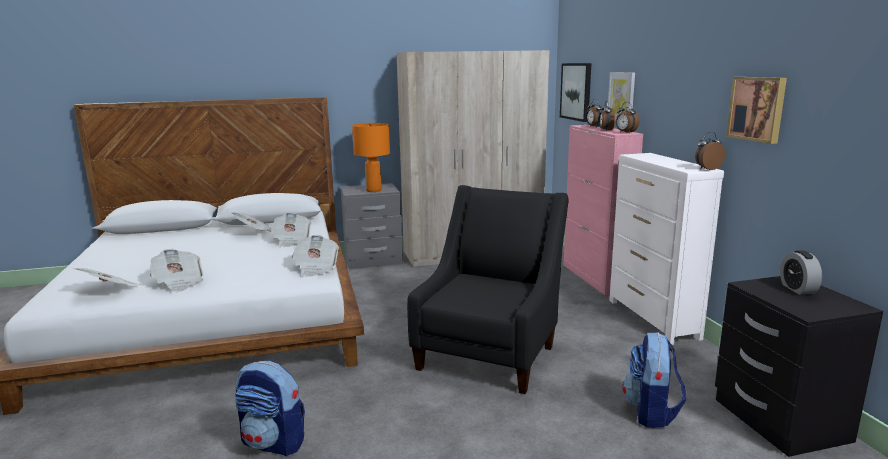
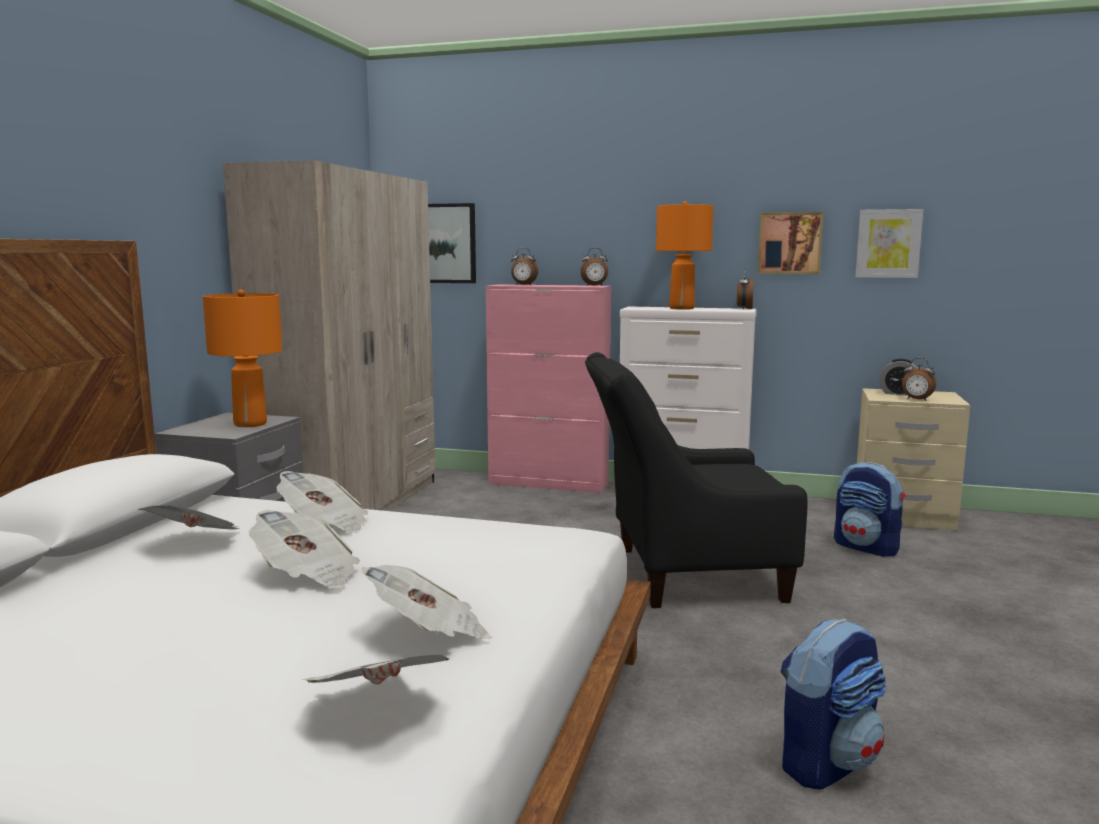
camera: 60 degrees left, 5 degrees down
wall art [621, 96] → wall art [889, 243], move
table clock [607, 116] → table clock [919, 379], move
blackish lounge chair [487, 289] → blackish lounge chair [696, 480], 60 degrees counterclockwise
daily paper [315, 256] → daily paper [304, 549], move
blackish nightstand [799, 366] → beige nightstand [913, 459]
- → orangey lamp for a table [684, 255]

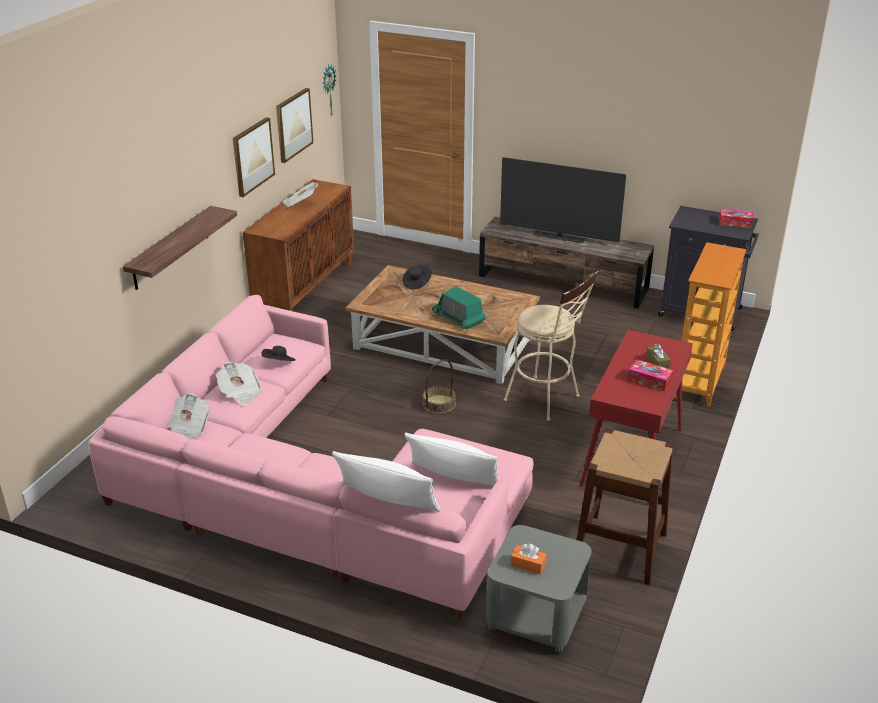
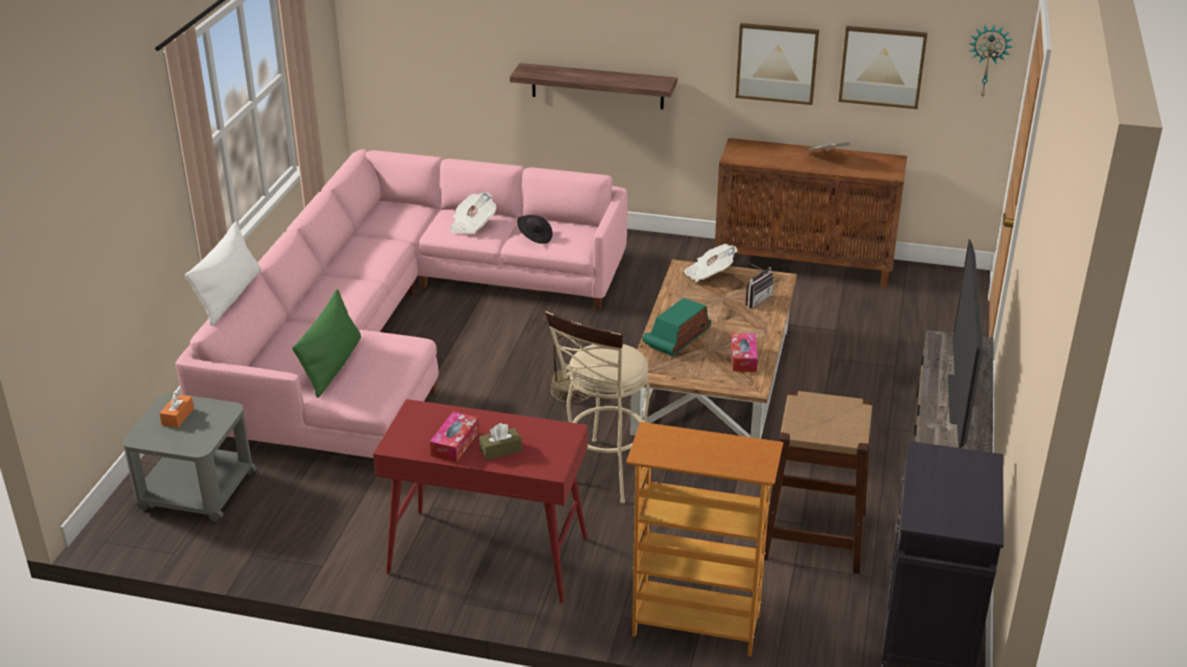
camera: 80 degrees right, 0 degrees up
box of tissues [736, 218] → box of tissues [744, 352], move
blackish wearable hat [417, 277] → radio receiver [760, 285]
daily paper [188, 416] → daily paper [710, 263], move
brown-coloured stool seat [625, 507] → brown-coloured stool seat [818, 482], move
white-coloured pillow [452, 459] → green pillow [326, 343]

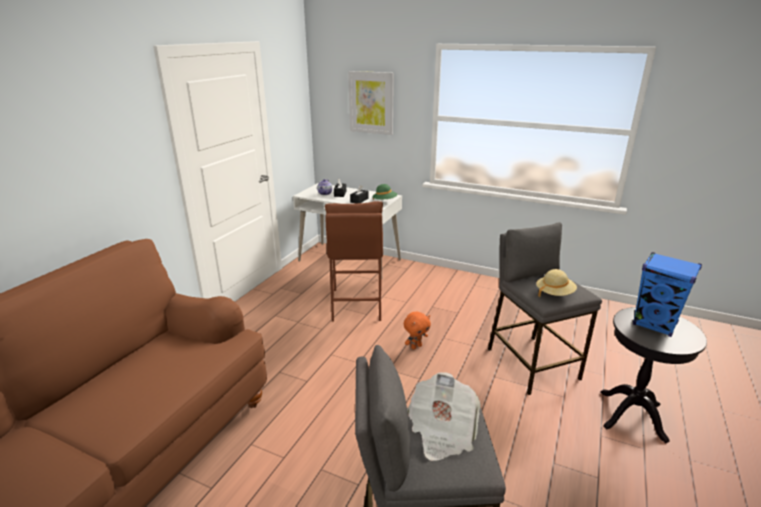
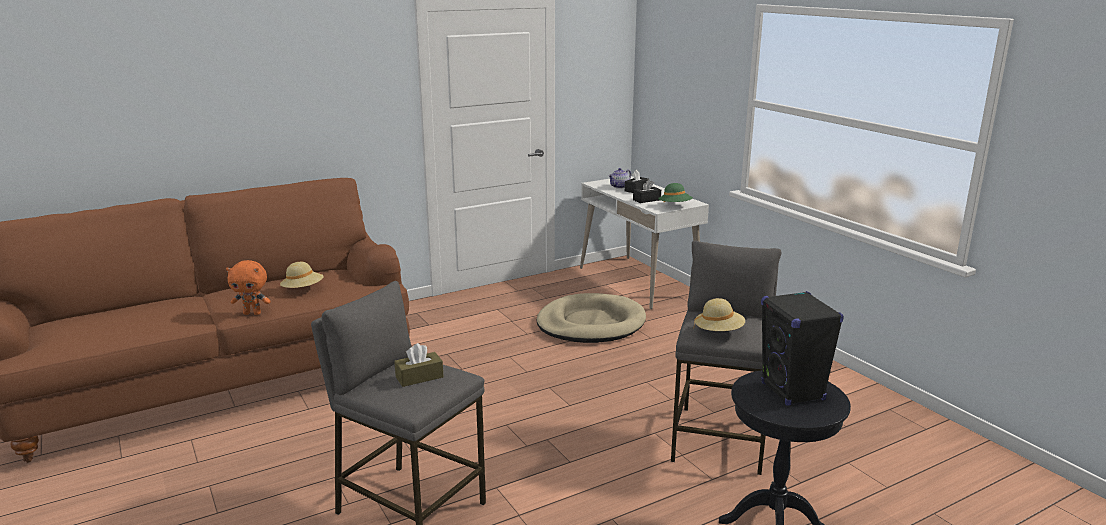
camera: 35 degrees right, 5 degrees down
wall art [371, 103] → -
brown-coloured stool seat [354, 261] → beige dog bed [591, 318]
blue loudspeaker [667, 294] → blackish loudspeaker [802, 348]
orangey cuddly toy [417, 330] → orangey cuddly toy [248, 287], move
daily paper [444, 416] → brown-coloured box of tissues [418, 365]
- → beige wearable hat [302, 275]

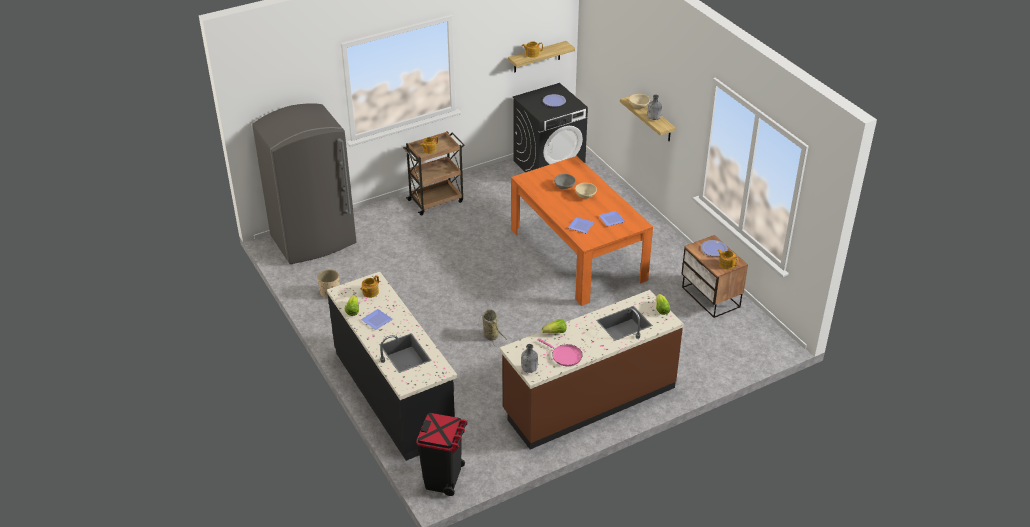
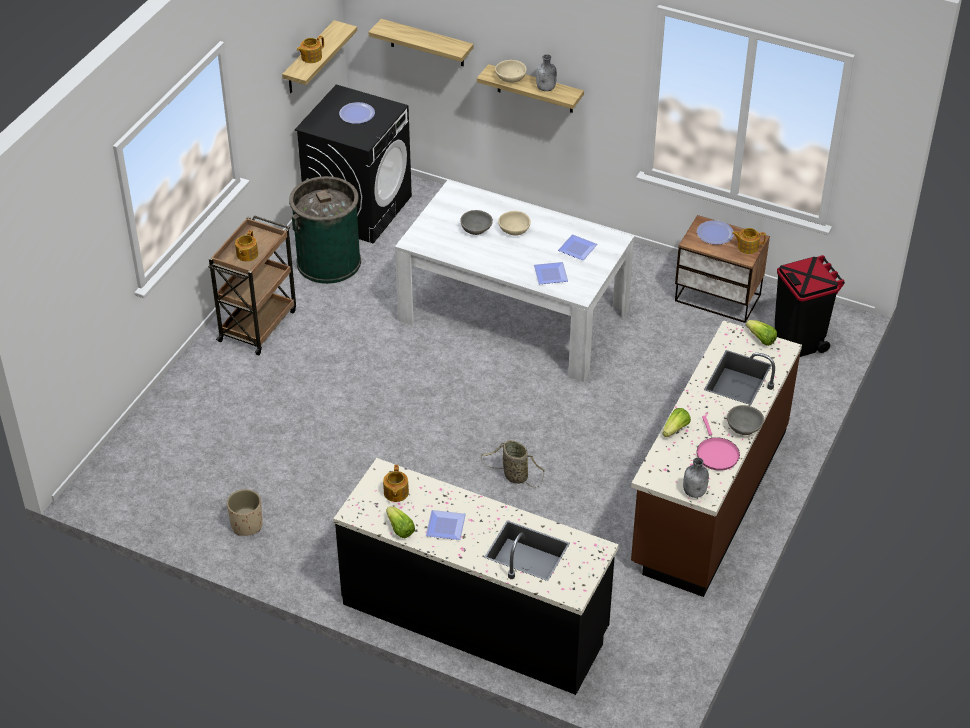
camera: 35 degrees left, 5 degrees up
greyish fridge [304, 183] → -
orangey kitchen table [582, 231] → white-coloured kitchen table [514, 281]
pinkish skillet [560, 352] → pinkish skillet [718, 443], 75 degrees clockwise
blackish rubbish bin [442, 454] → blackish rubbish bin [810, 306], move
- → wall shelf [421, 42]
- → green rubbish bin [325, 230]
- → greyish serving bowl [745, 420]

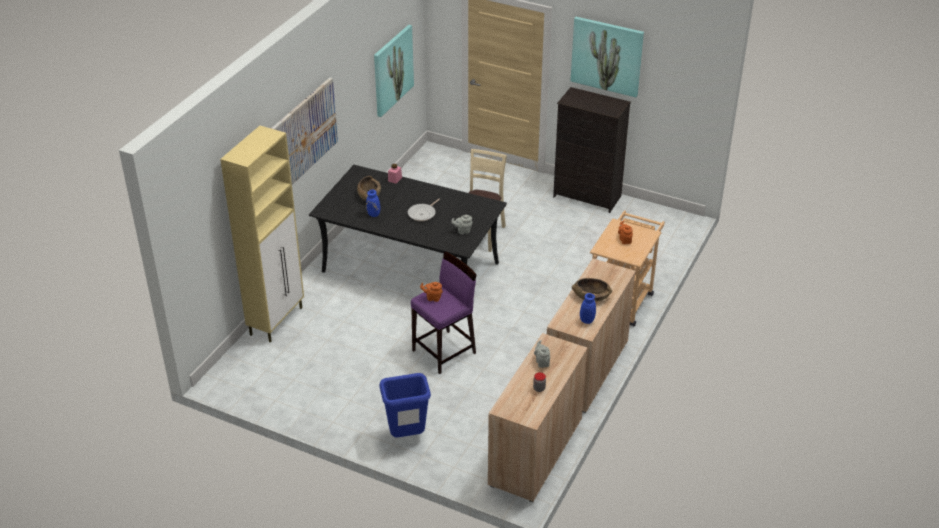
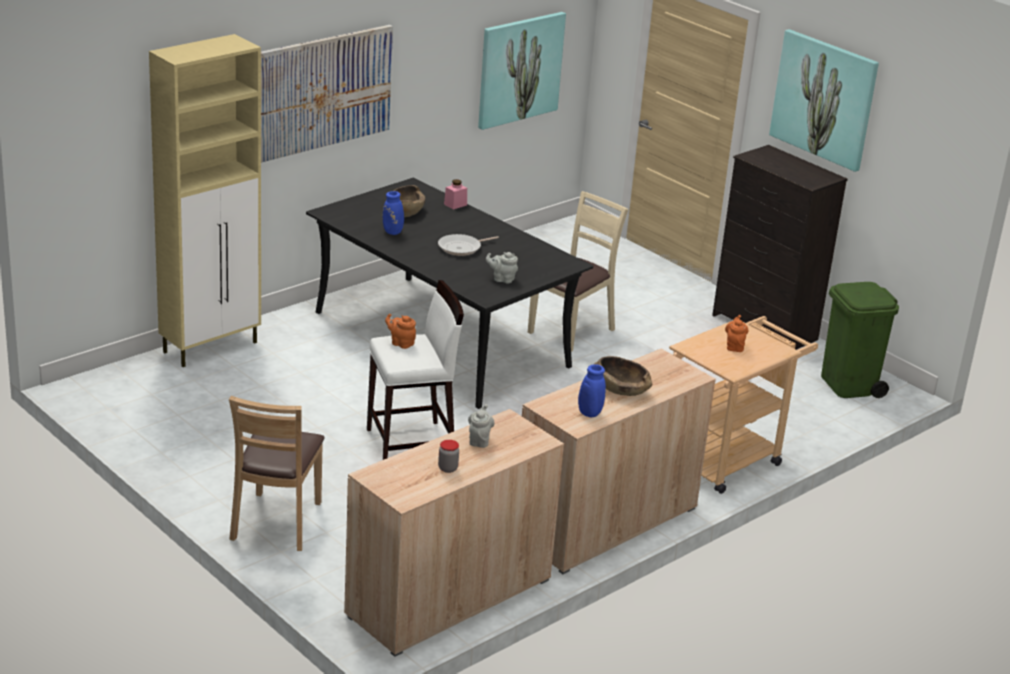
camera: 20 degrees right, 10 degrees down
purple stool seat [444, 313] → white-coloured stool seat [415, 370]
blue rubbish bin [405, 405] → brown-coloured upright chair [277, 473]
- → green rubbish bin [860, 340]

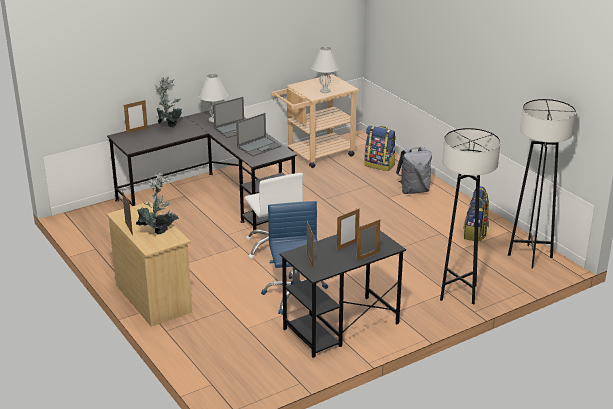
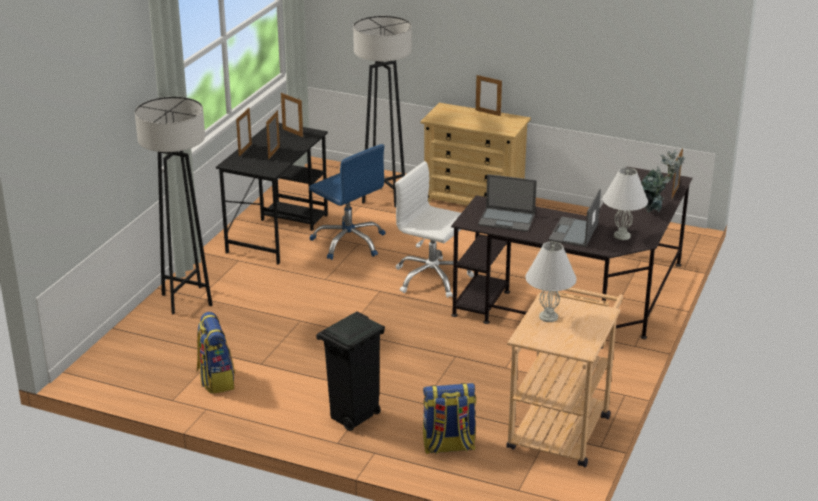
camera: 145 degrees right, 0 degrees up
greyish floor lamp [542, 184] → greyish floor lamp [382, 112], move
portable computer [259, 134] → portable computer [507, 203], 90 degrees counterclockwise
greyish rucksack [414, 170] → blackish rubbish bin [350, 371]
plant in a pot [157, 203] → -

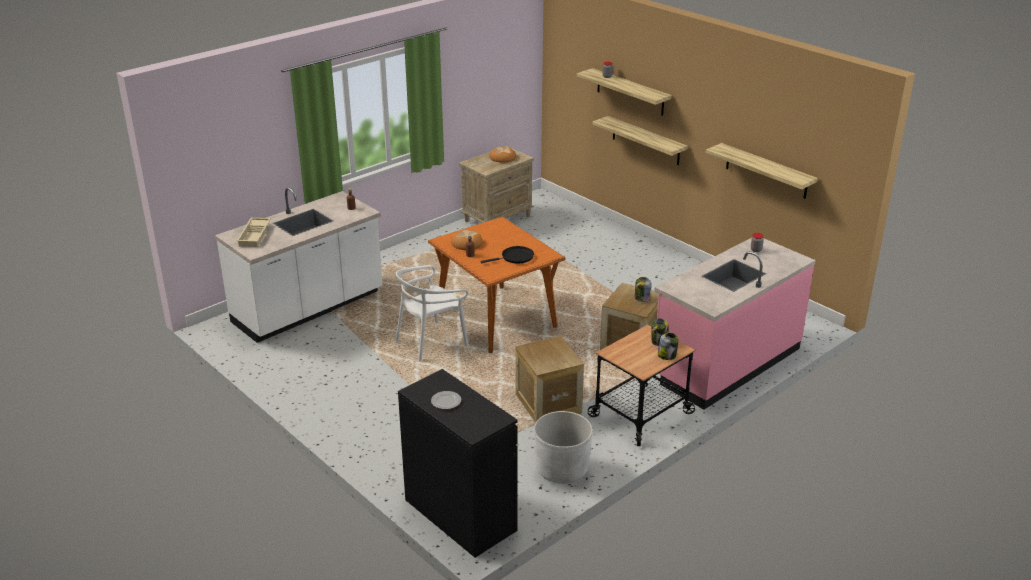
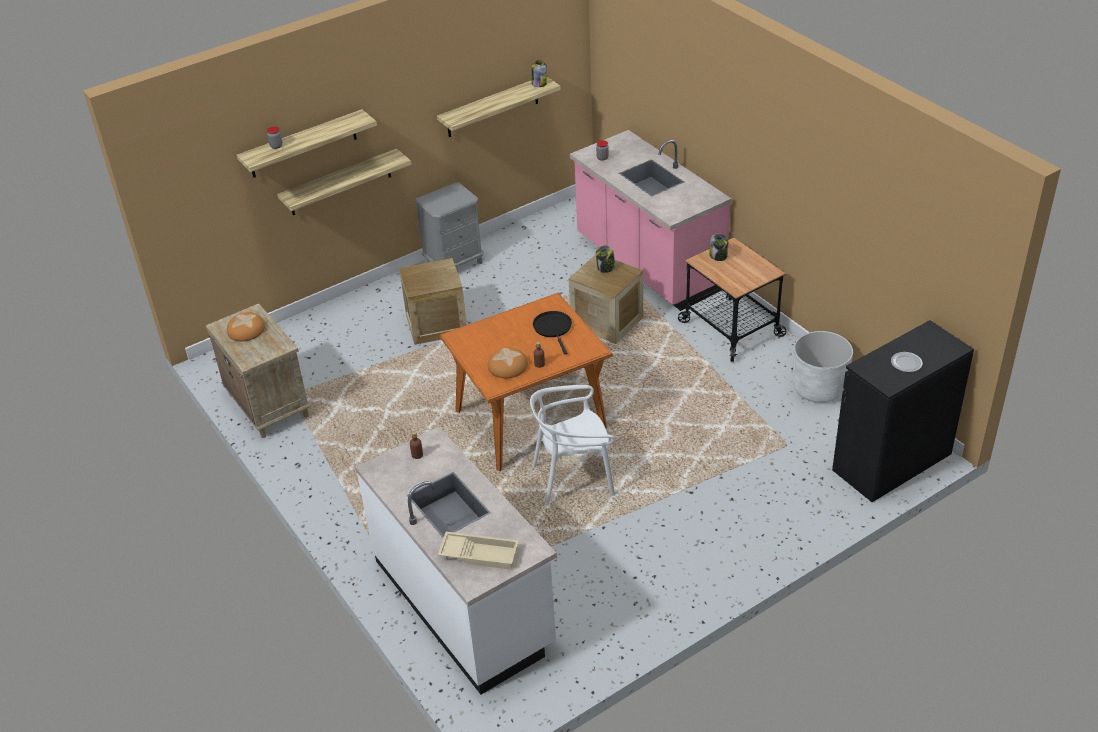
camera: 80 degrees left, 10 degrees up
white-coloured upright chair [432, 313] → white-coloured upright chair [572, 445], 105 degrees clockwise
jar [668, 346] → jar [539, 73], move
packing crate [549, 379] → packing crate [433, 301], move
- → greyish nightstand [449, 224]

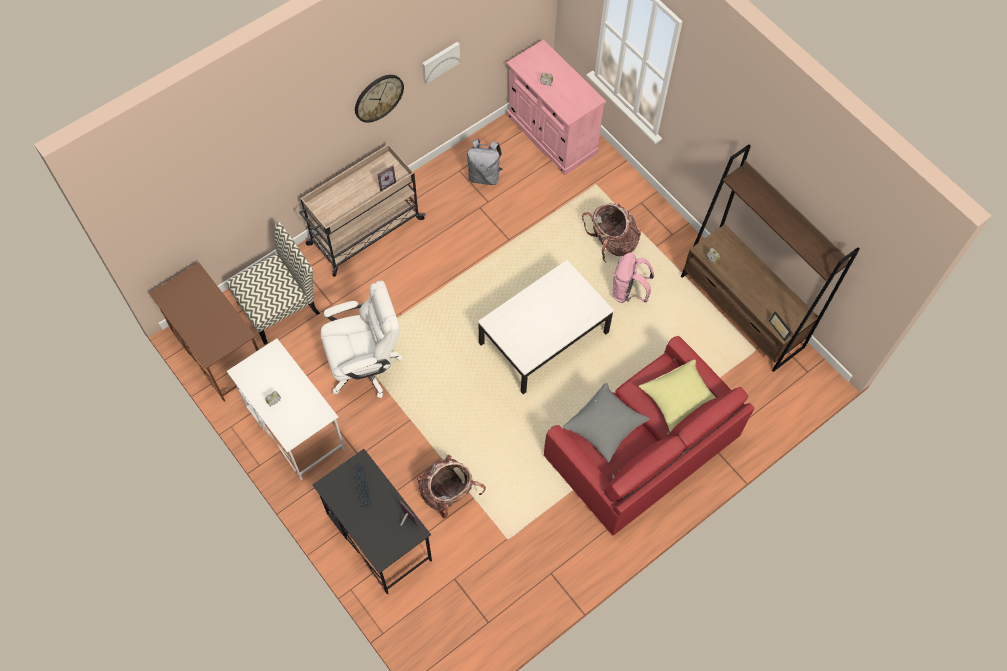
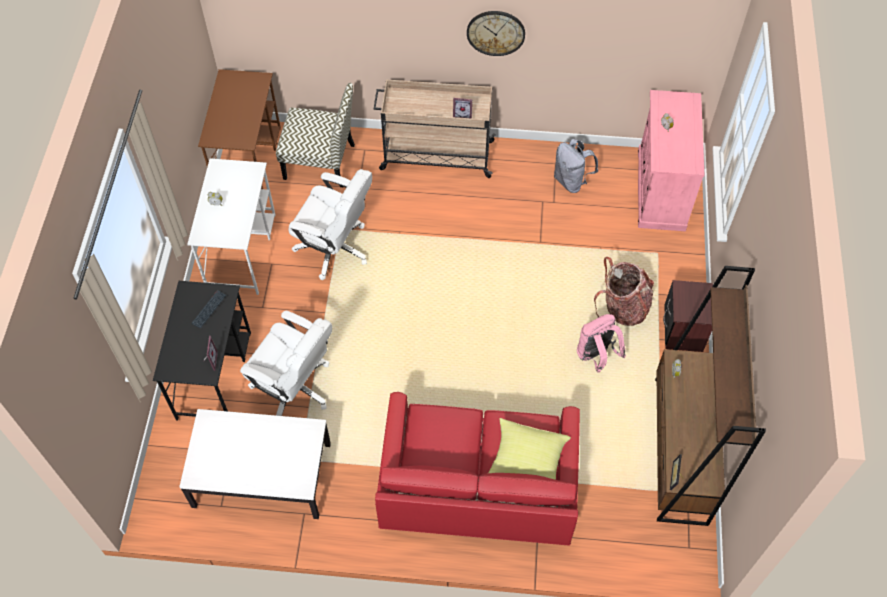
camera: 45 degrees right, 5 degrees down
wall art [441, 63] → -
white-coloured low table [546, 327] → white-coloured low table [255, 464], move
greyish pillow [606, 423] → -
rucksack [451, 486] → white-coloured office chair [286, 363]
- → brown-coloured nightstand [688, 316]

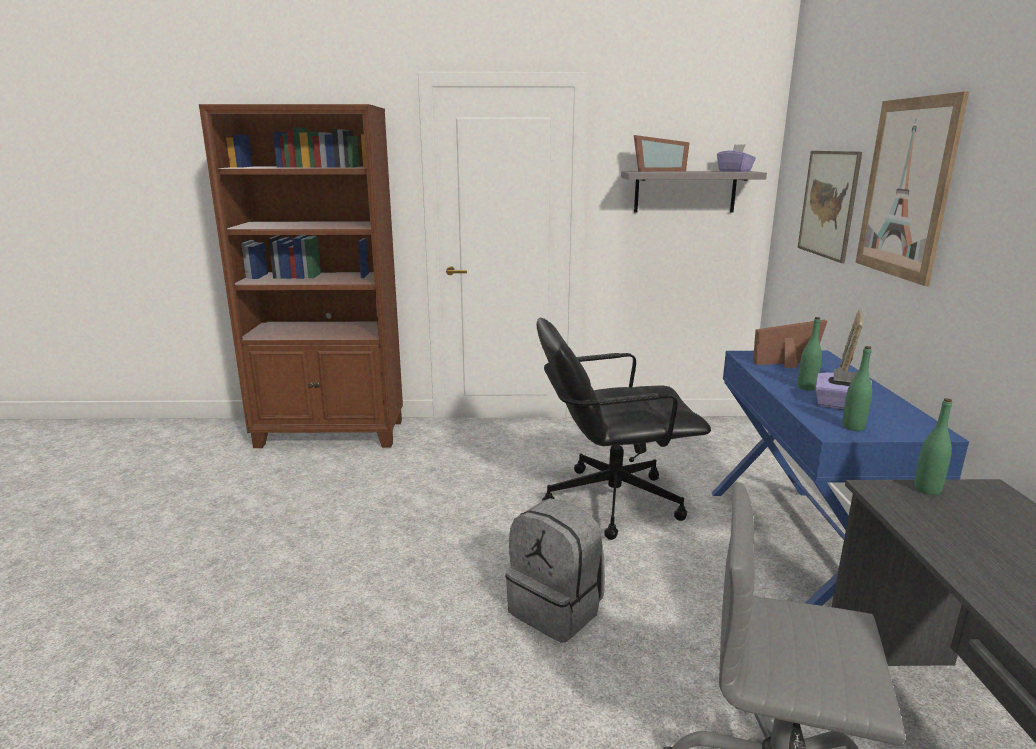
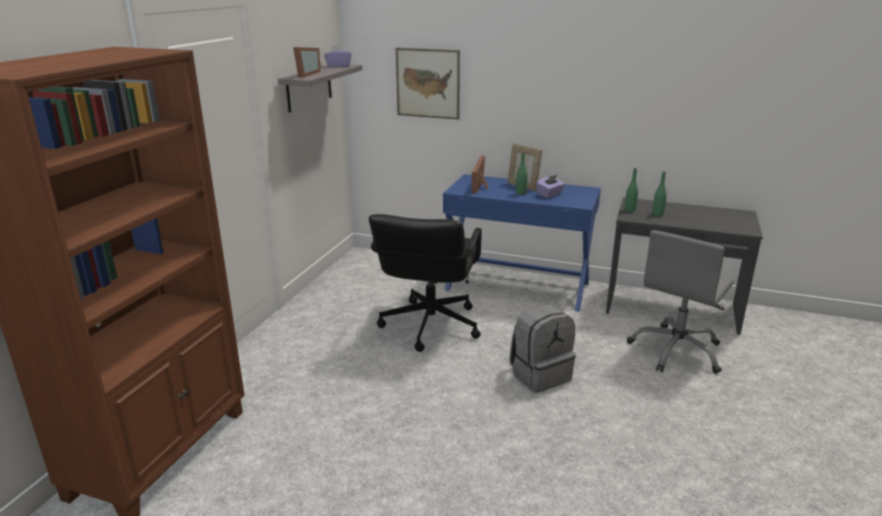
camera: 70 degrees left, 5 degrees up
wall art [912, 188] → -
green beverage bottle [857, 388] → green beverage bottle [659, 193], move

